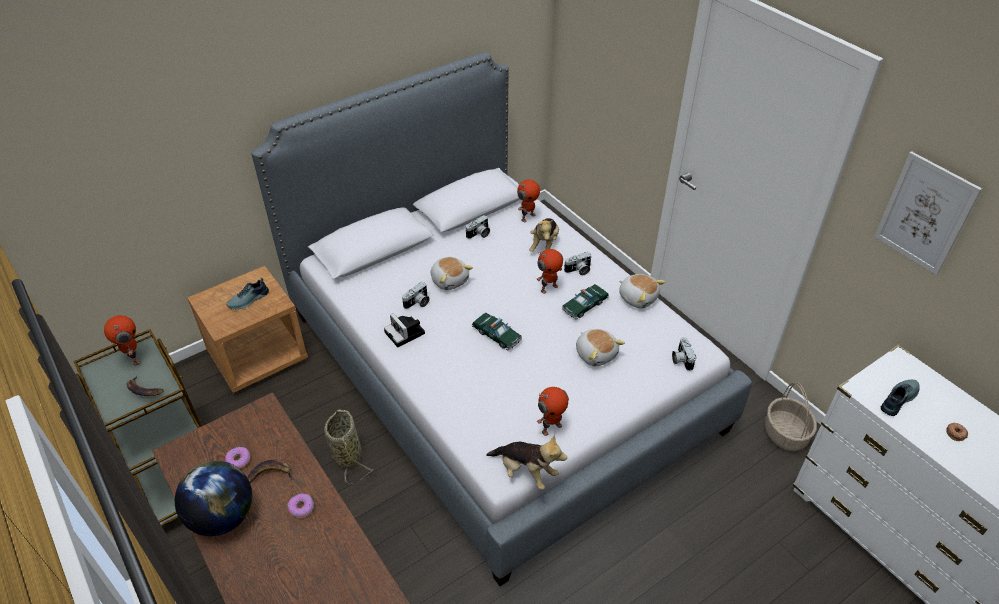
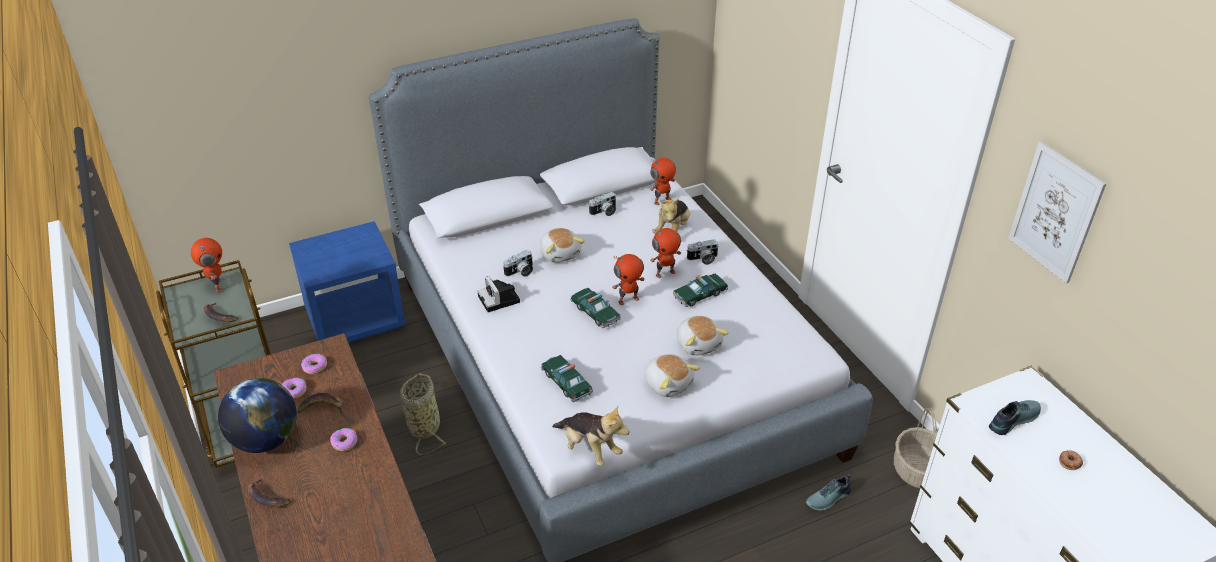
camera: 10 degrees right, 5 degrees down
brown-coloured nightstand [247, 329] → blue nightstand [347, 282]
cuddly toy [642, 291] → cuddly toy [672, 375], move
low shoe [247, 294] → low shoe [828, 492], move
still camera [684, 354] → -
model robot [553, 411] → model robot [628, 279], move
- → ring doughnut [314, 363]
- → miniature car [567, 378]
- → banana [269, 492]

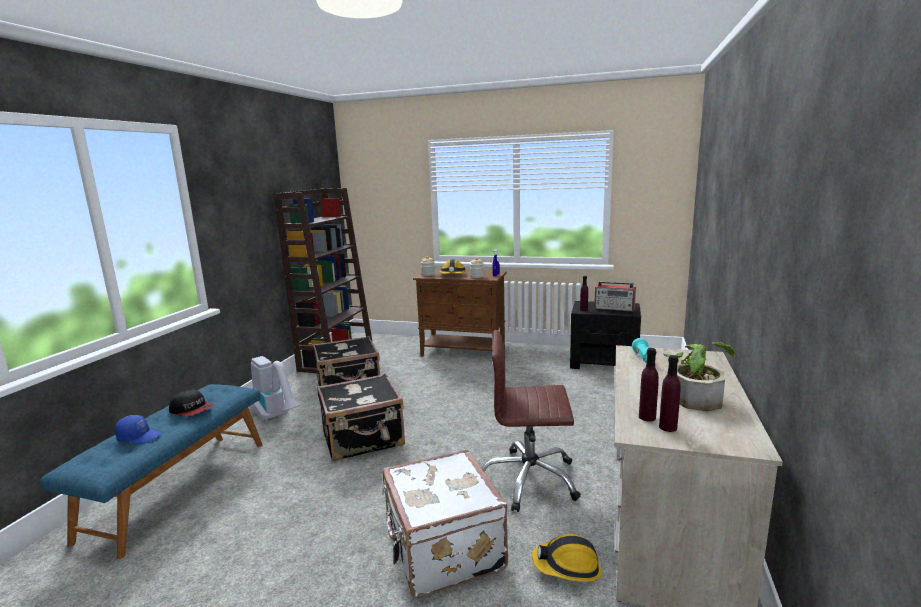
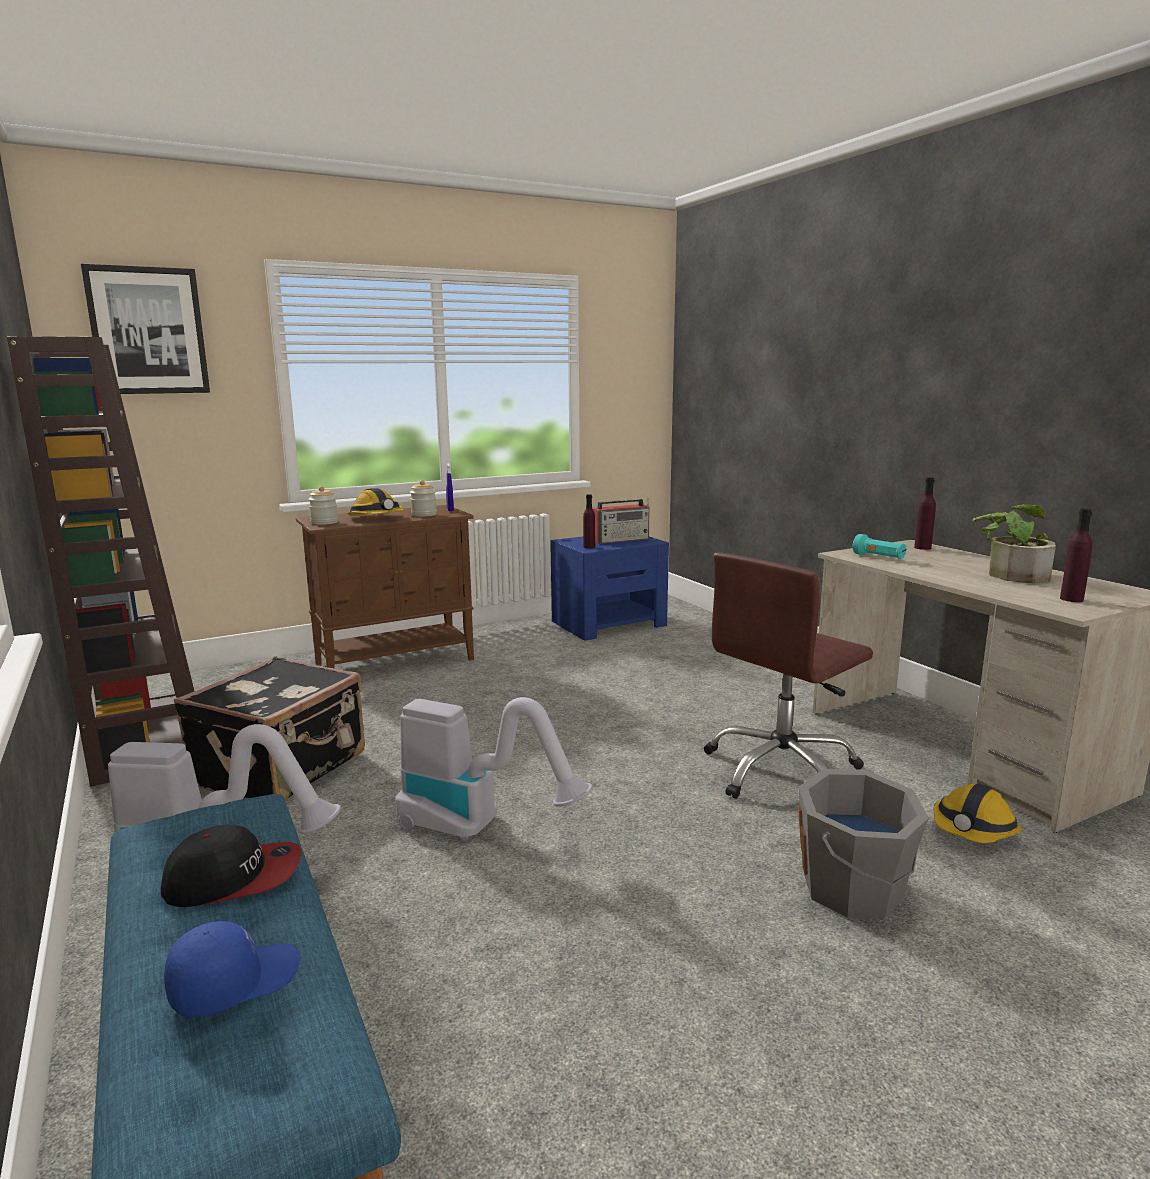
camera: 45 degrees left, 0 degrees up
blackish nightstand [605, 335] → blue nightstand [609, 589]
purple beverage bottle [649, 385] → purple beverage bottle [925, 513], move
blackish piece of luggage [361, 417] → vacuum [494, 769]
white-coloured piece of luggage [445, 523] → greyish pail [863, 844]
- → wall art [145, 329]

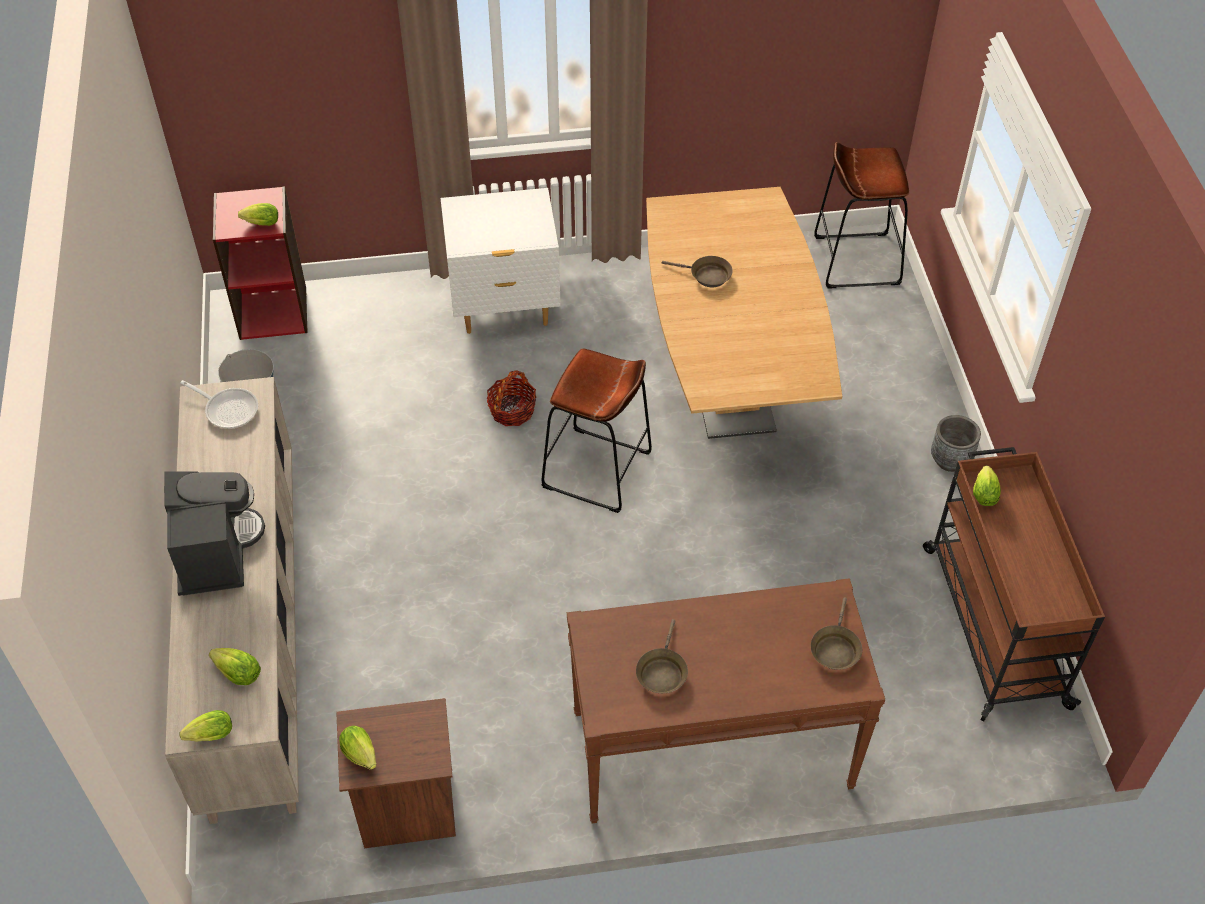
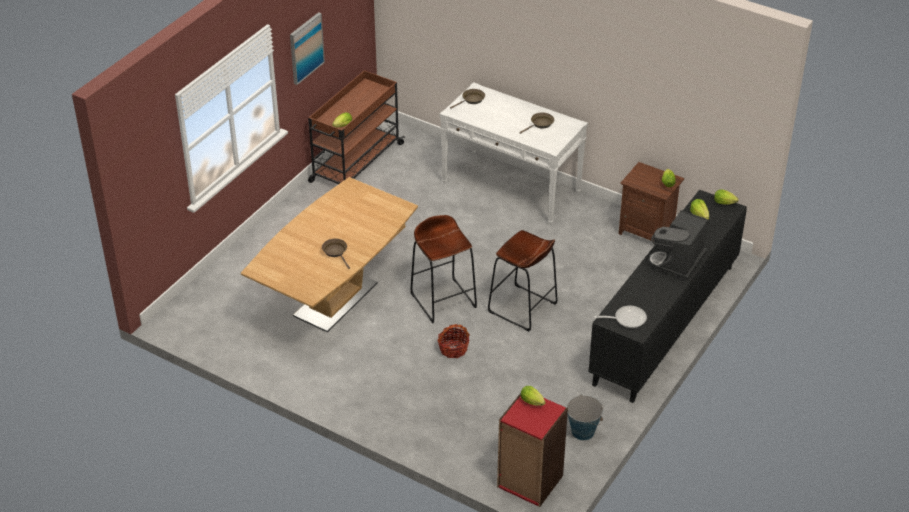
camera: 140 degrees left, 10 degrees down
brown-coloured stool seat [861, 215] → brown-coloured stool seat [523, 280], move
white-coloured nightstand [500, 261] → -
beige storage cabinet [232, 600] → blackish storage cabinet [667, 296]
skillet [219, 404] → skillet [620, 317], 105 degrees clockwise
greyish plant pot [956, 443] → -
brown-coloured hall table [726, 700] → white-coloured hall table [514, 153]
- → wall art [307, 48]

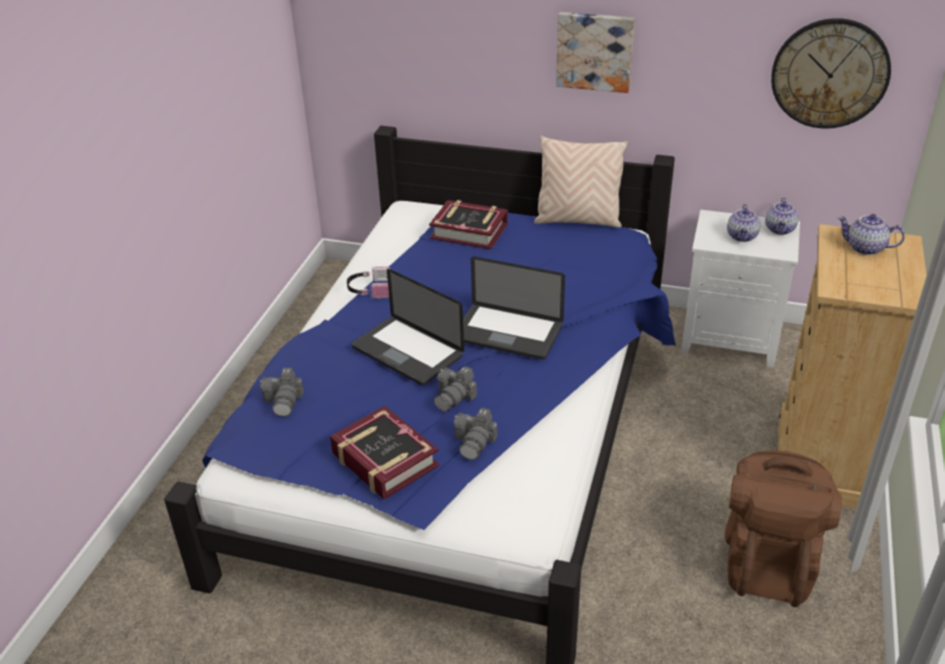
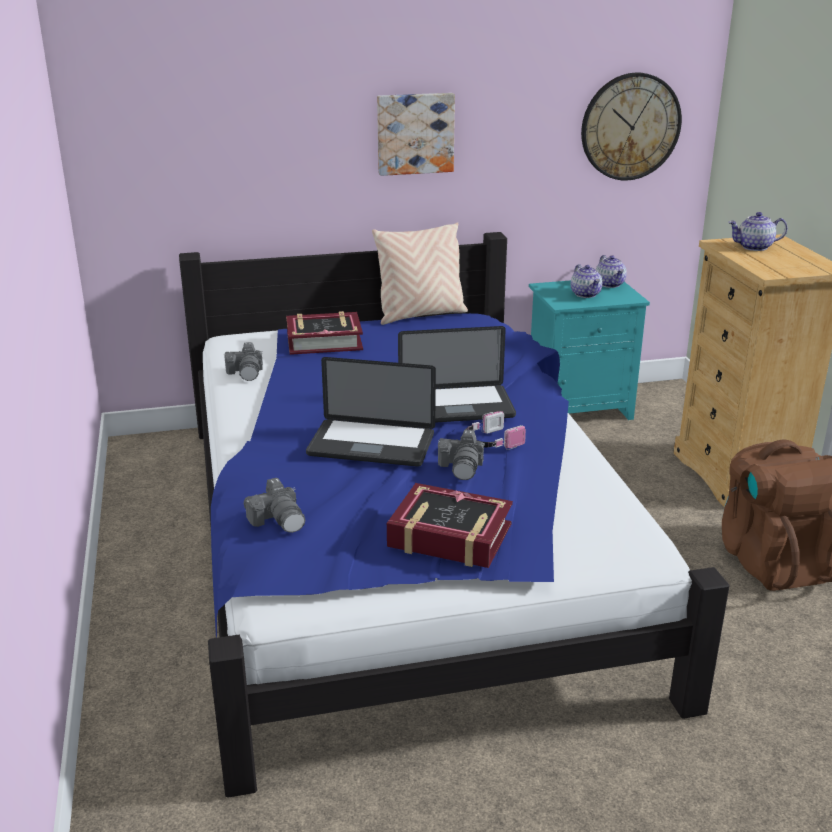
camera: 30 degrees left, 10 degrees down
white-coloured nightstand [740, 288] → turquoise-coloured nightstand [589, 350]
headset [369, 282] → headset [496, 430], move
still camera [475, 434] → still camera [243, 361], move

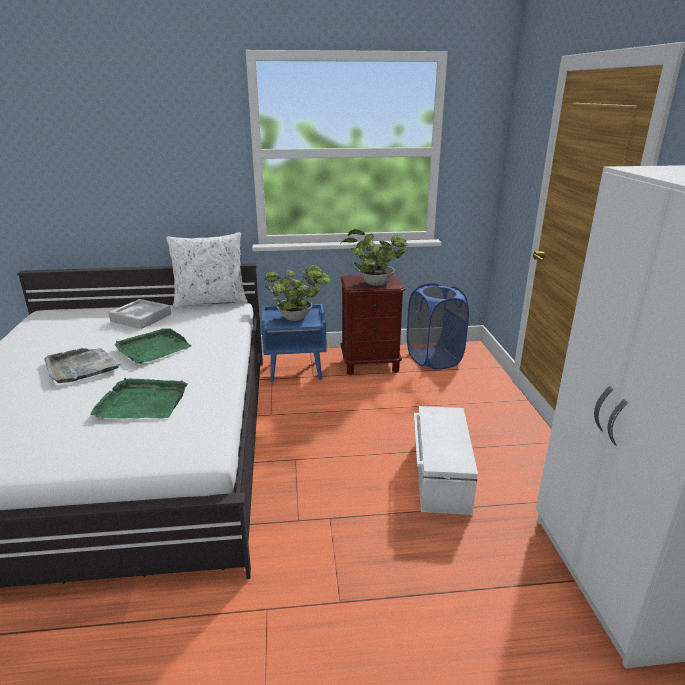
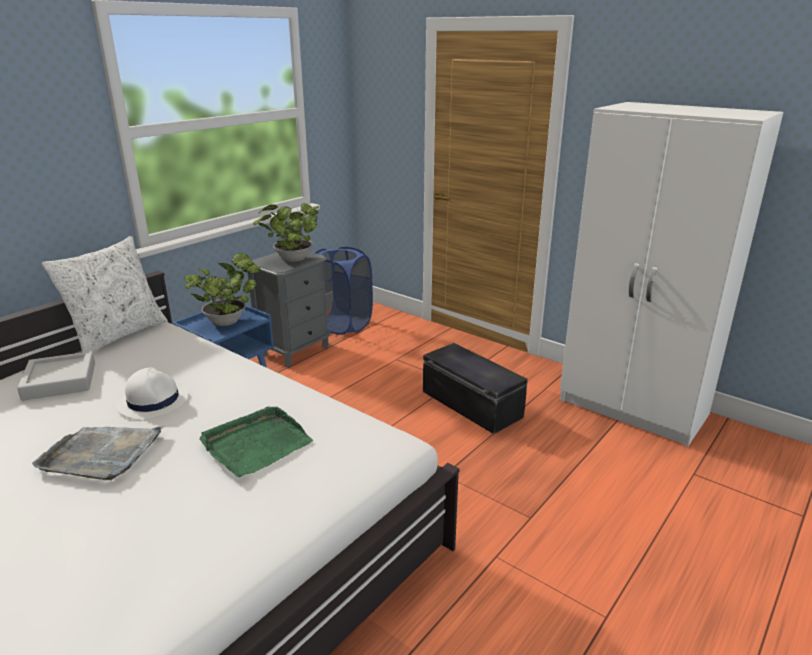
camera: 45 degrees left, 0 degrees up
brown-coloured nightstand [373, 324] → greyish nightstand [289, 309]
green serving tray [153, 346] → white-coloured wearable hat [153, 393]
white-coloured storage container [446, 460] → blackish storage container [475, 388]

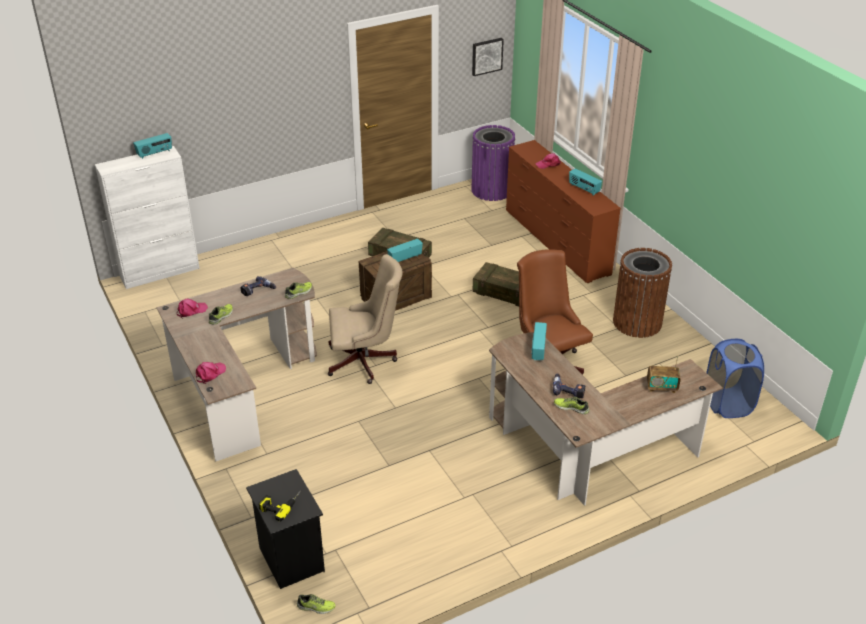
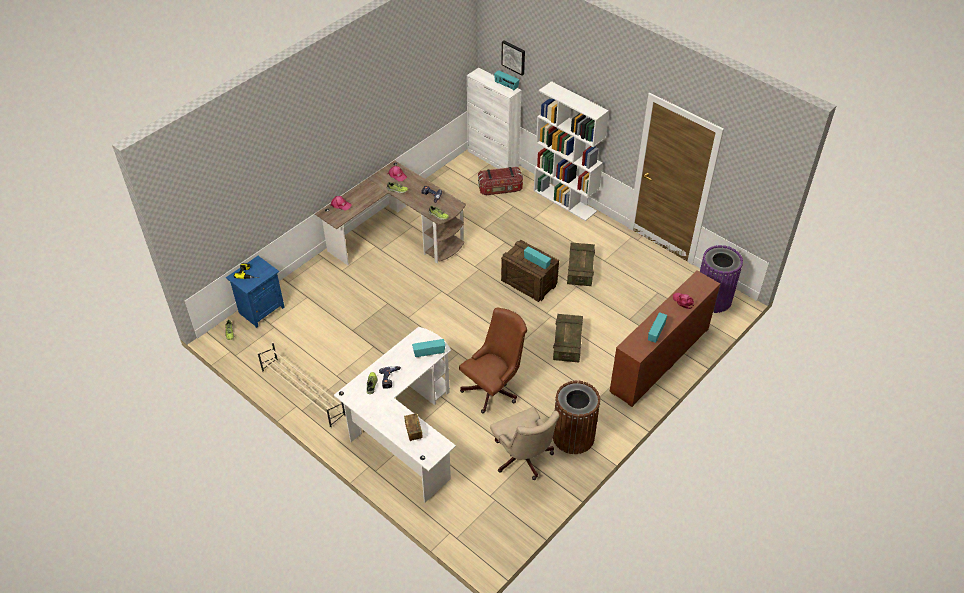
camera: 70 degrees right, 10 degrees up
wall art [488, 57] → wall art [513, 58], move
beige office chair [365, 319] → beige office chair [524, 443], move
brown-coloured desk table [606, 419] → white-coloured desk table [395, 415]
blue washing basket [735, 378] → -
blackish nightstand [285, 529] → blue nightstand [255, 292]
- → white-coloured bookcase [571, 151]
- → storage container [500, 181]
- → beige shoe rack [302, 385]

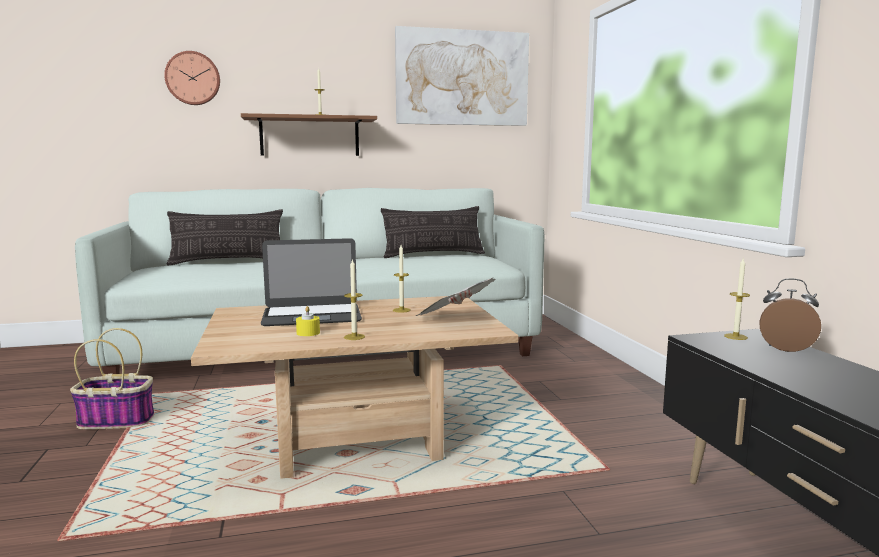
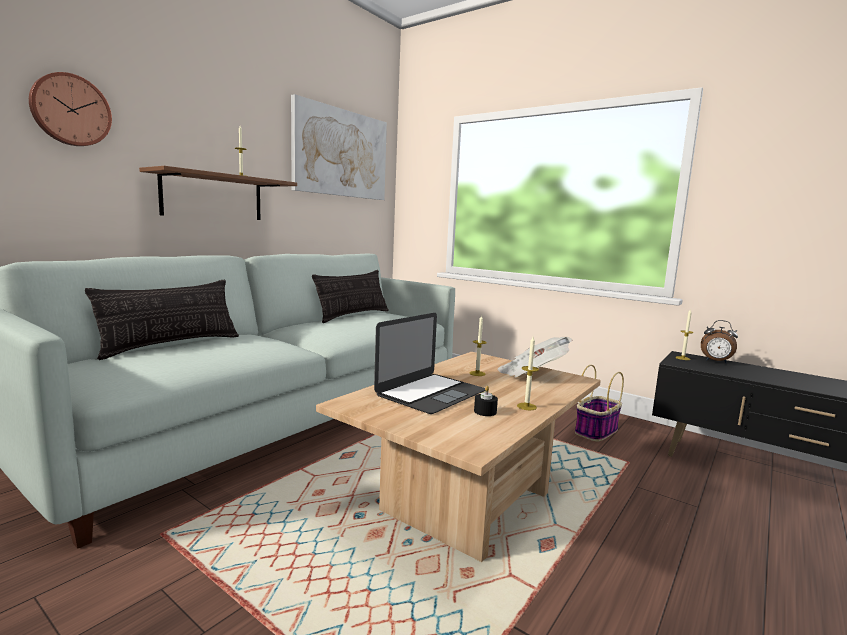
camera: 40 degrees left, 0 degrees up
table clock [790, 315] → table clock [719, 341], 135 degrees counterclockwise
yellowish wax candle [308, 321] → blackish wax candle [486, 401]
storage basket [112, 379] → storage basket [599, 403], move

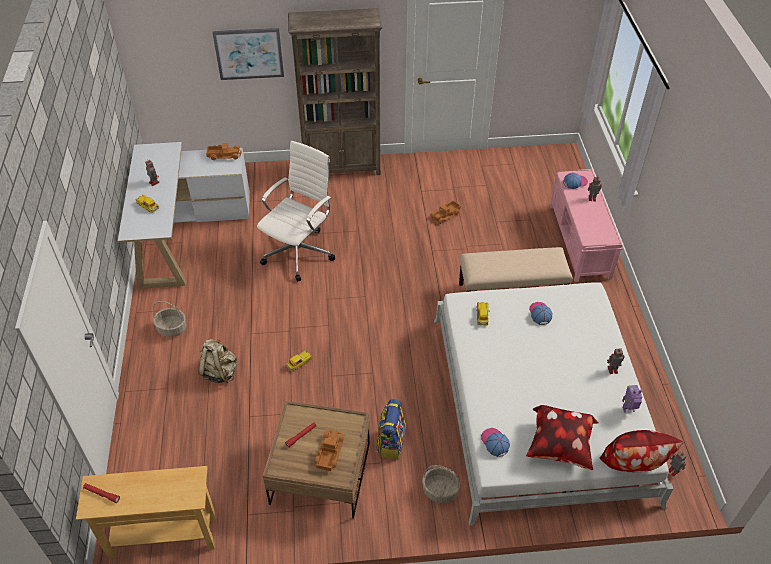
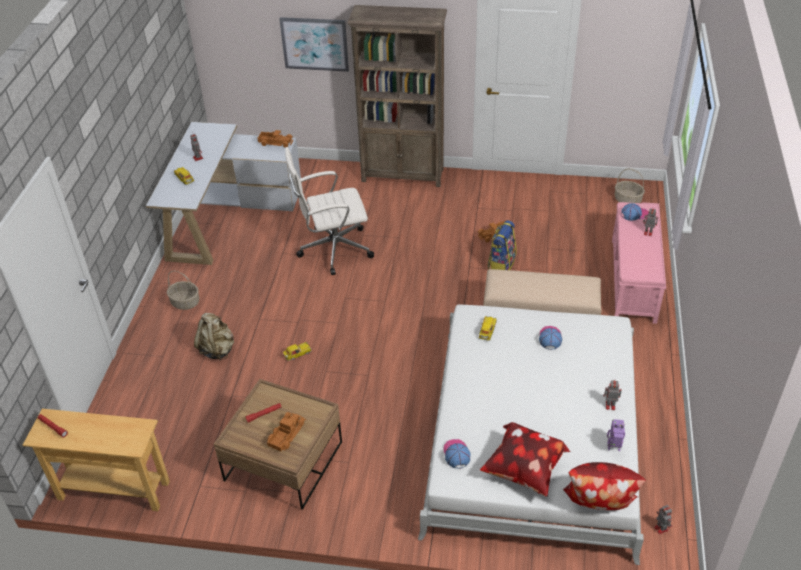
camera: 15 degrees right, 5 degrees down
white-coloured office chair [296, 211] → white-coloured office chair [329, 211], 150 degrees counterclockwise
rucksack [391, 429] → rucksack [502, 245], move
storage basket [441, 484] → storage basket [630, 185], move

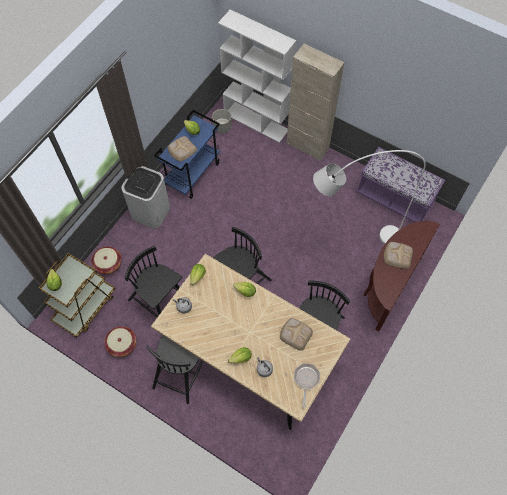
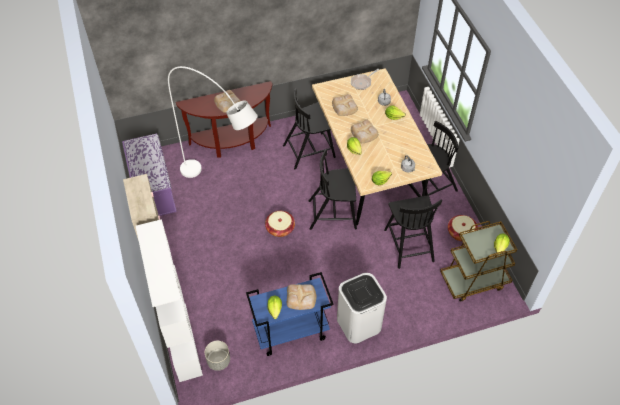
camera: 140 degrees left, 10 degrees down
storage basket [107, 260] → storage basket [280, 224], move
- → bread [365, 131]

